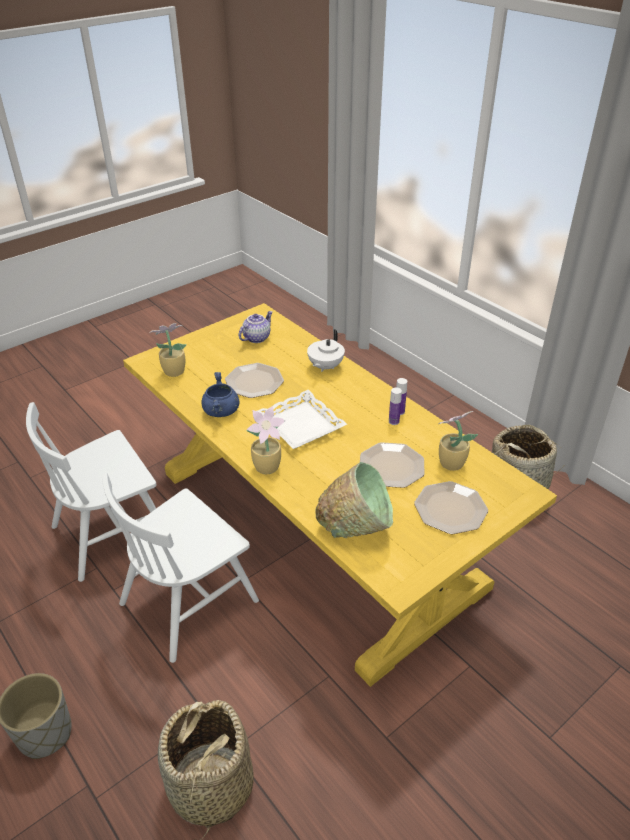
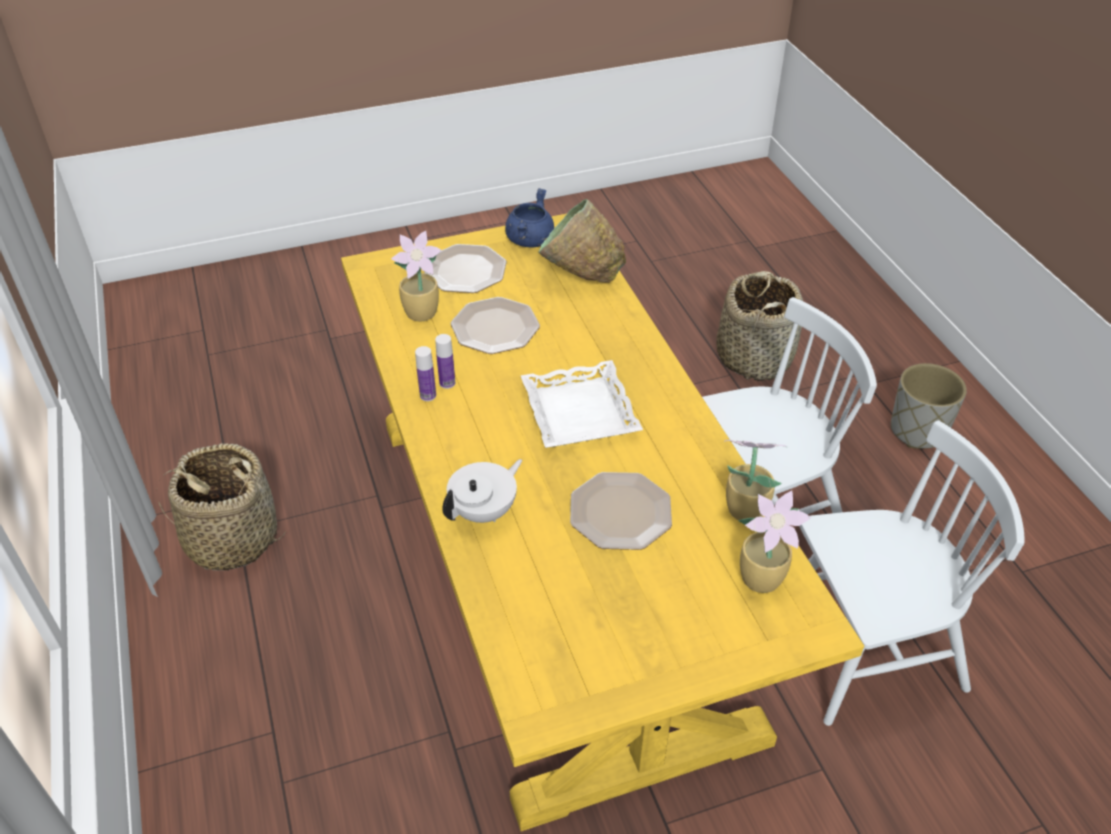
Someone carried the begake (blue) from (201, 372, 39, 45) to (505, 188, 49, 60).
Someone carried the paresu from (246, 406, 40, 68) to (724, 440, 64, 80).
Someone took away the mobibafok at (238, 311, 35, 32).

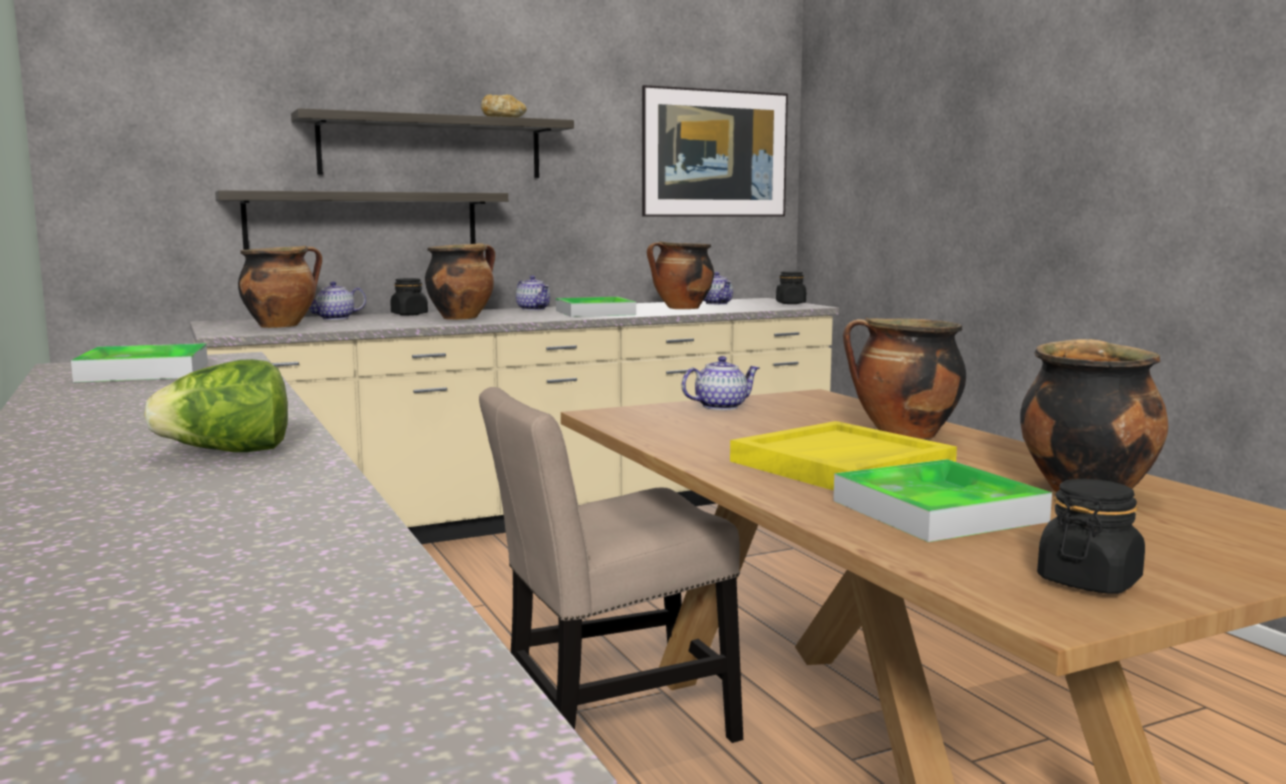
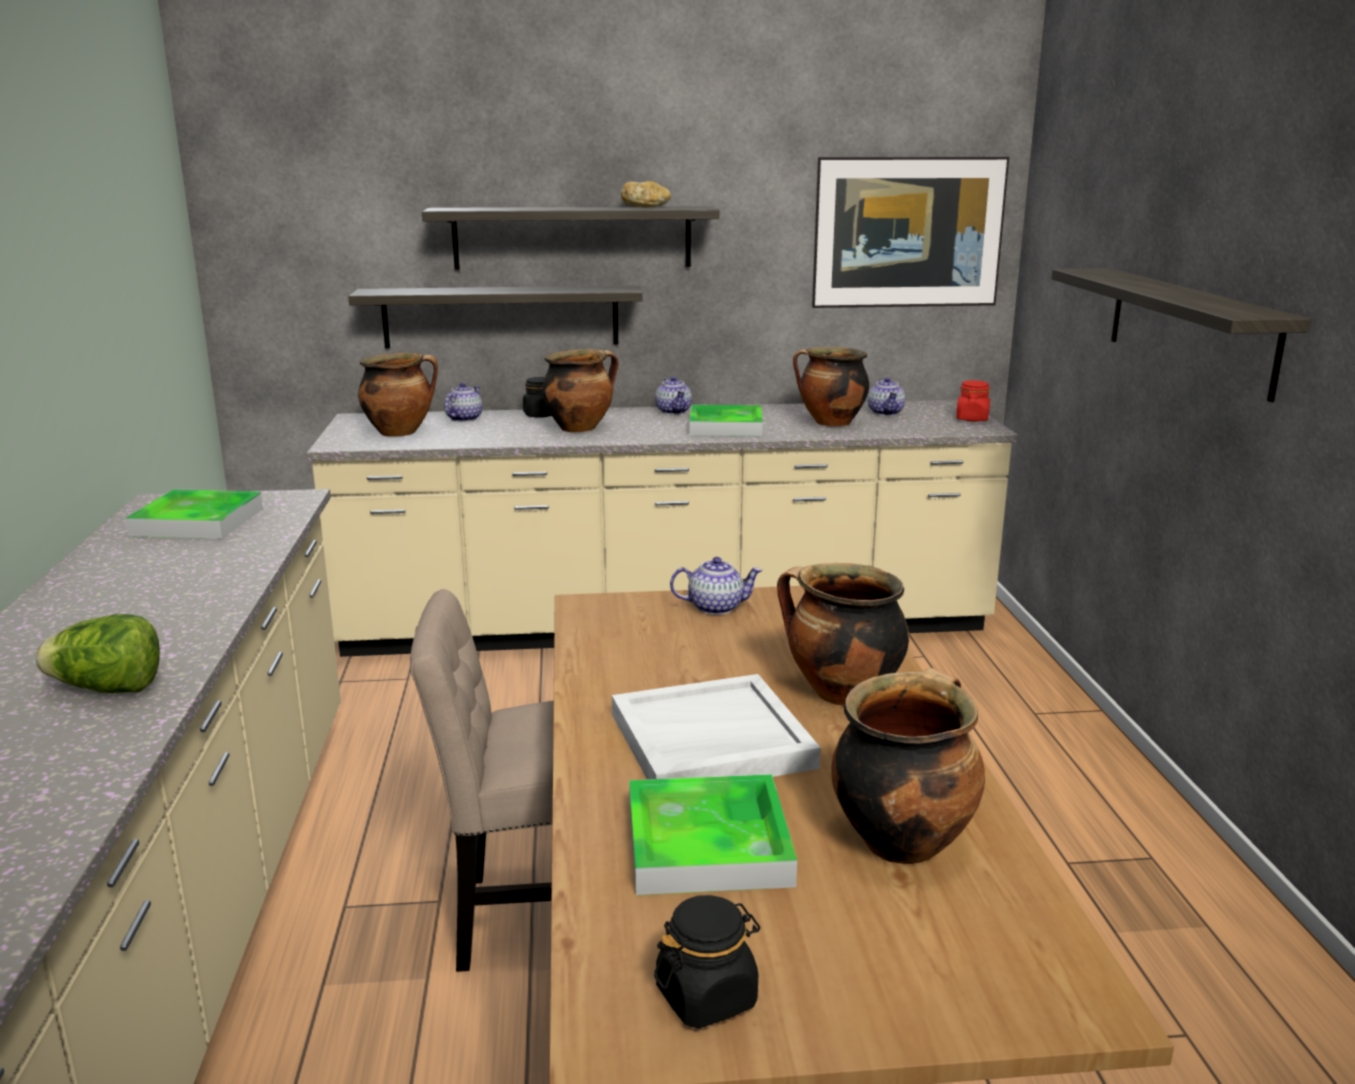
Someone rotated the mobibafok at (309, 281, 57, 39) by 120 degrees clockwise.
Someone repainted the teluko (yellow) at (730, 421, 227, 70), which became the teluko (white) at (612, 674, 209, 106).
Someone repainted the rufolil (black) at (776, 271, 30, 33), which became the rufolil (red) at (956, 380, 34, 42).
Someone put up the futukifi at (1052, 268, 258, 134).

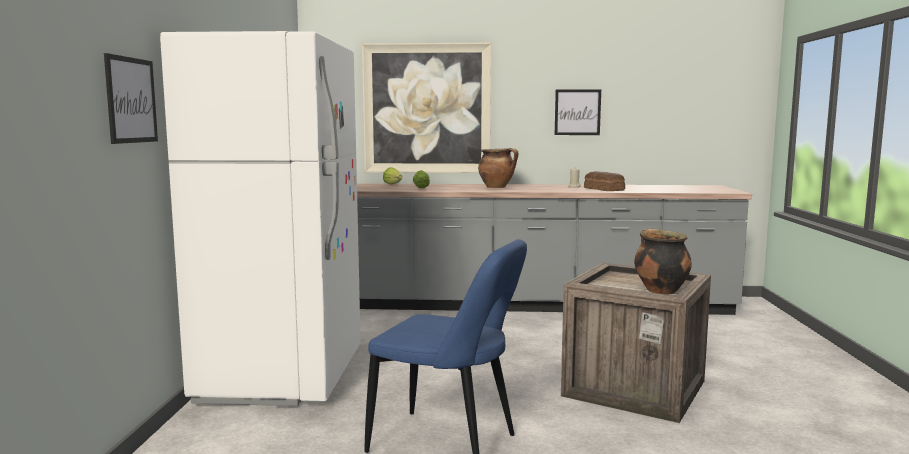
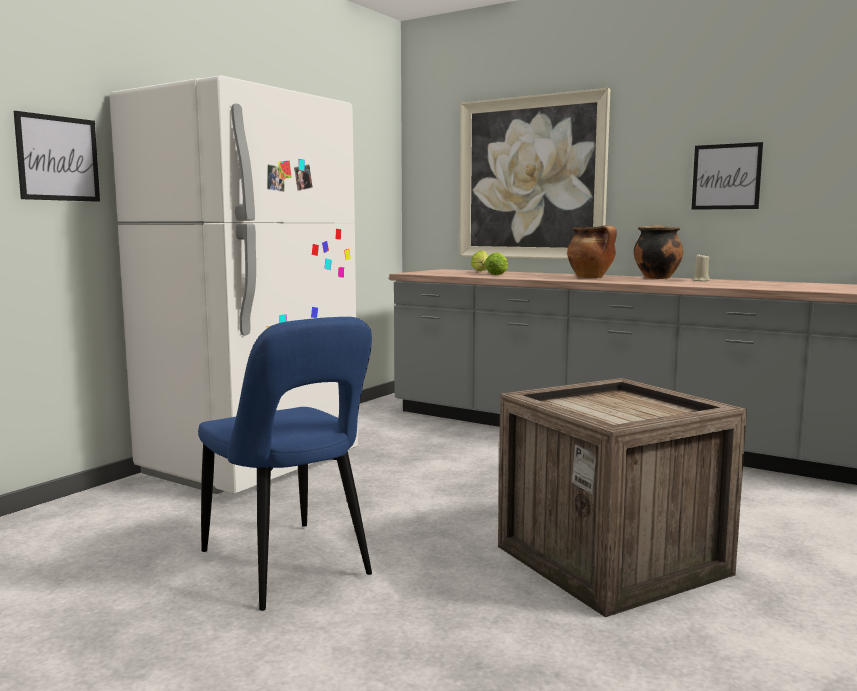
Someone carried the begake from (634, 229, 58, 66) to (634, 225, 49, 54).
Someone took away the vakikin at (584, 171, 41, 20).

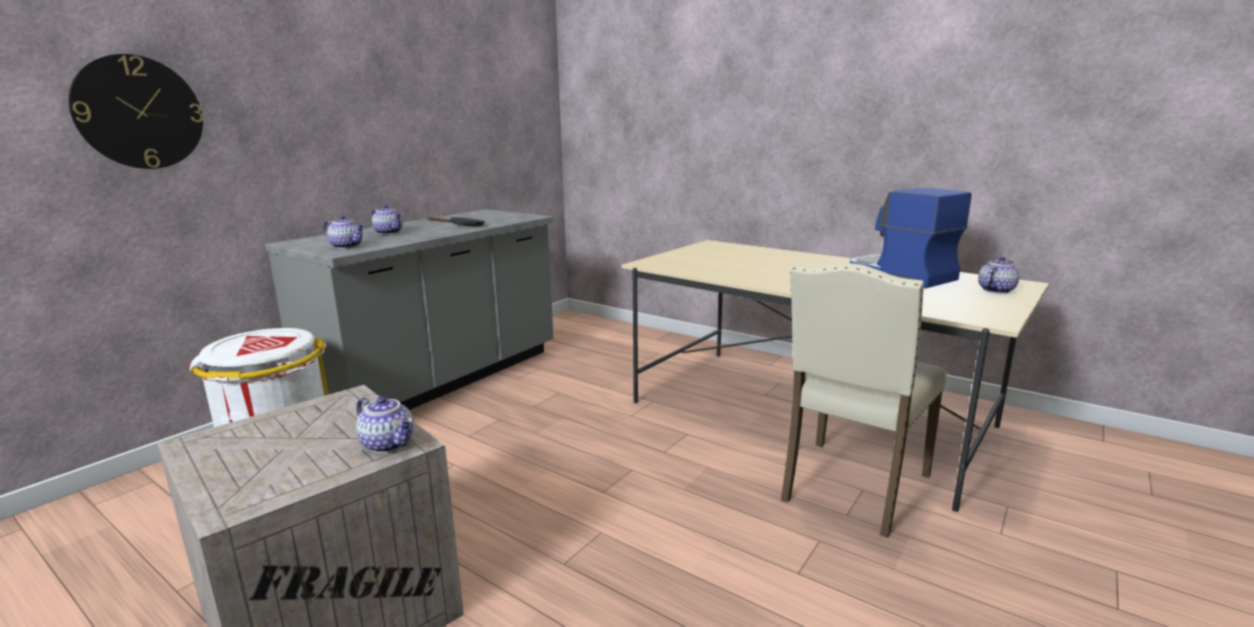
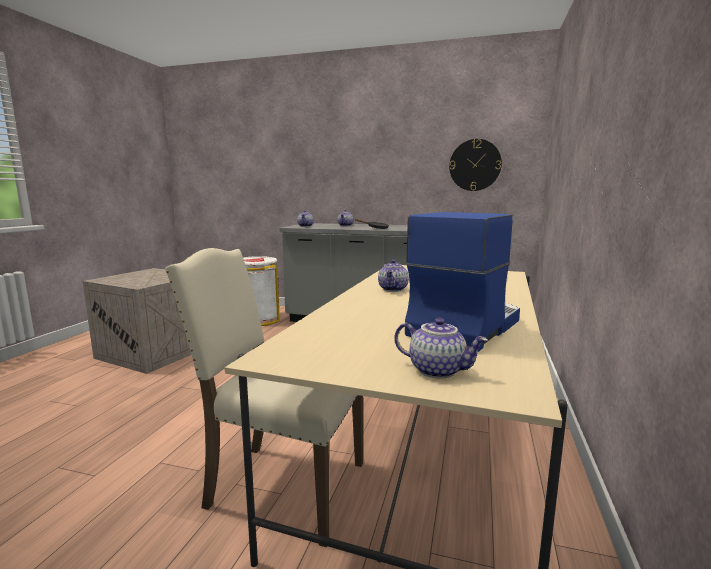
Someone carried the mobibafok from (356, 396, 57, 57) to (378, 260, 31, 32).
Someone carried the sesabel from (69, 54, 134, 115) to (449, 139, 53, 52).

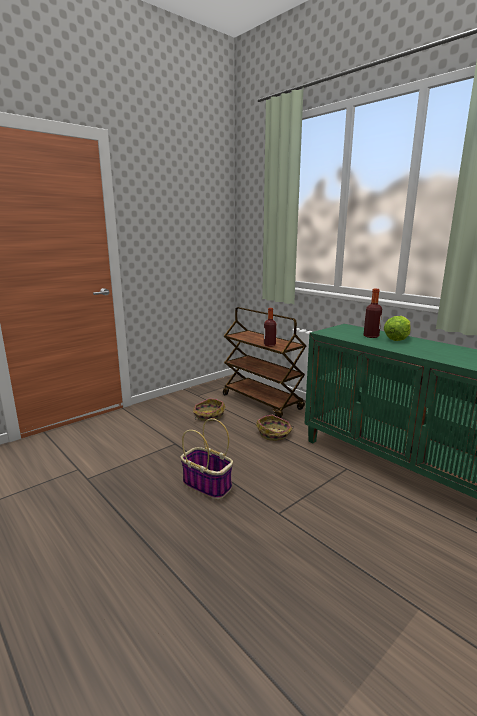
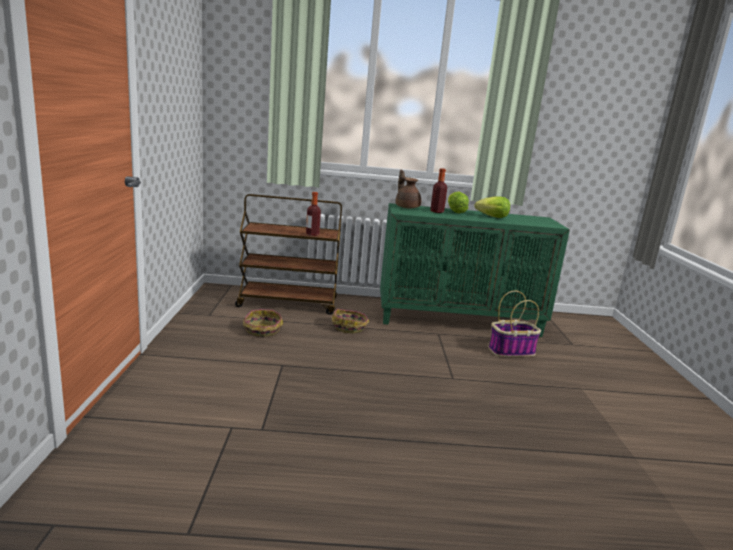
Someone put down the mobibafok (brown) at (395, 170, 26, 39).
Someone put down the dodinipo at (474, 196, 36, 22).
Someone carried the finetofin from (181, 418, 52, 81) to (489, 291, 52, 66).

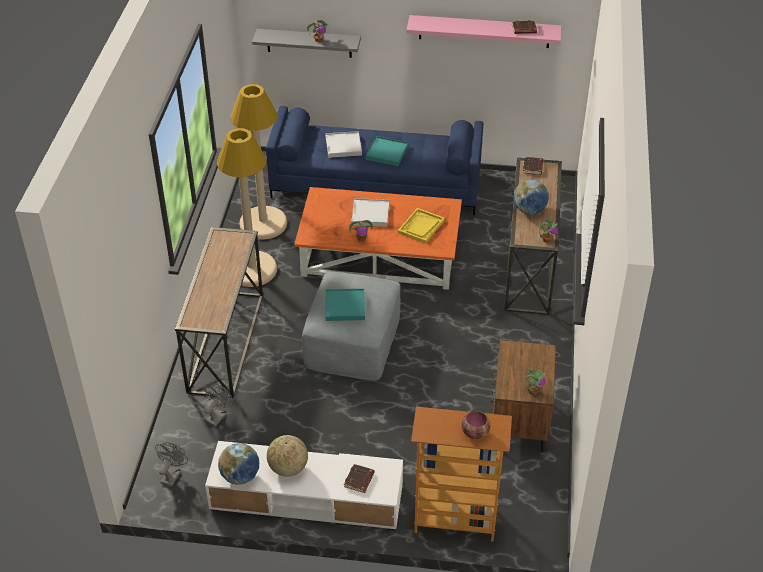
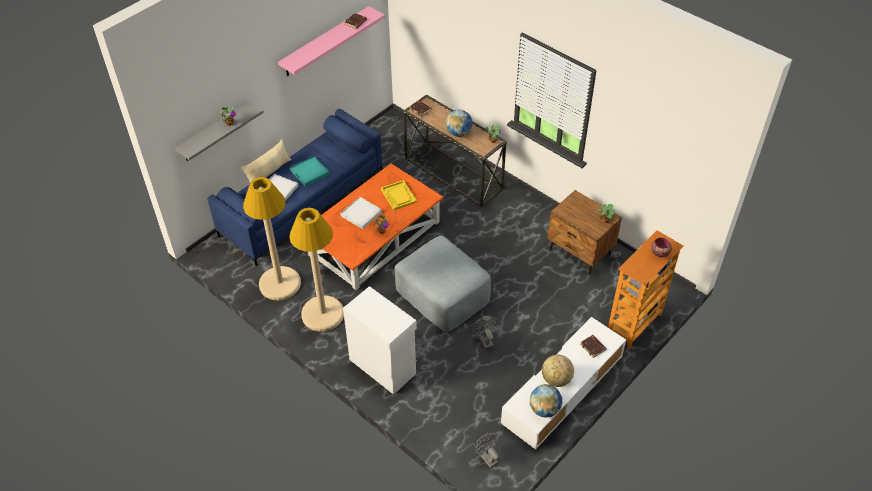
Someone put down the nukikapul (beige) at (241, 140, 50, 43).
Someone swapped the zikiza at (175, 227, 88, 171) for the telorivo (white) at (343, 286, 74, 109).
Someone carried the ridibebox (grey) from (204, 383, 29, 44) to (472, 316, 25, 33).
Someone took away the teluko (turquoise) at (325, 289, 40, 32).

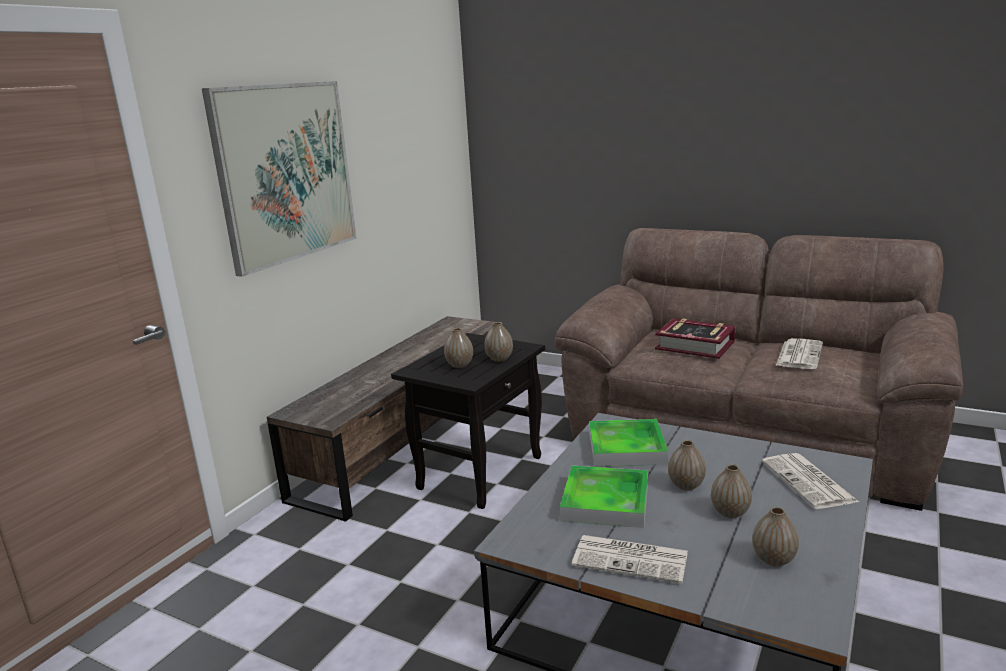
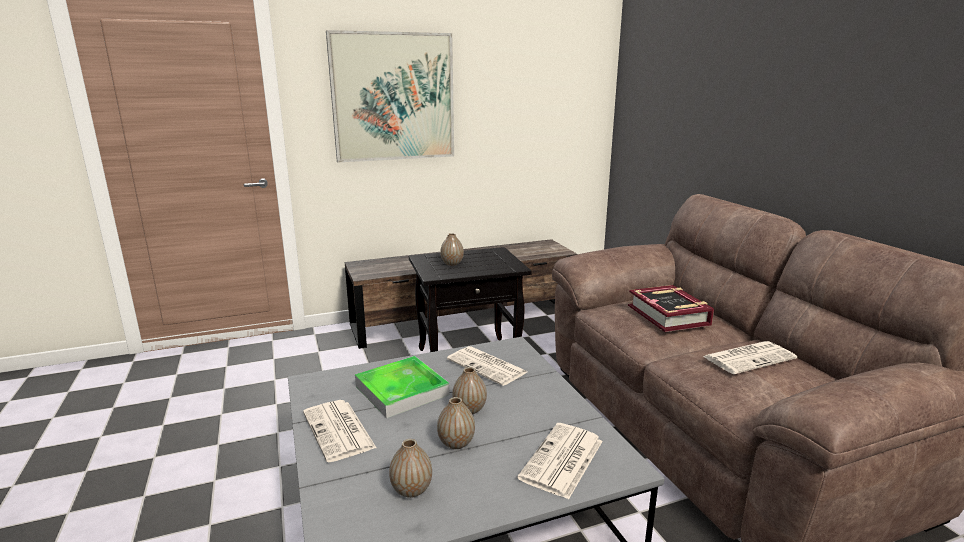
Someone swapped the teluko at (589, 419, 79, 48) for the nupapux at (447, 346, 80, 40).
Someone took away the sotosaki at (484, 322, 29, 40).

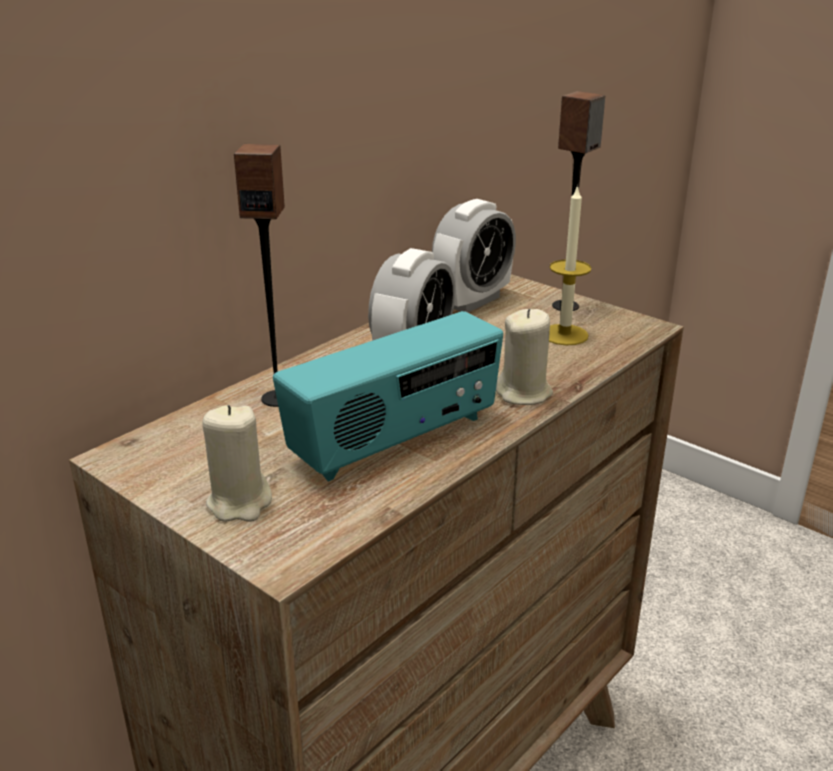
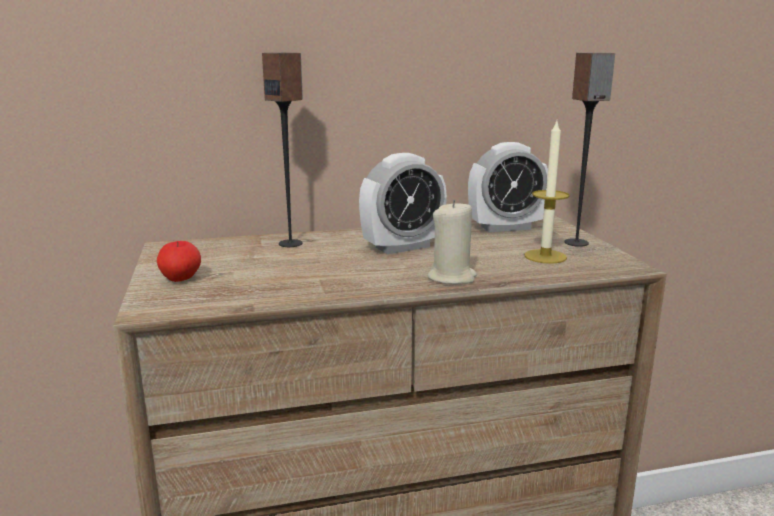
Someone swapped the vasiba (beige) at (202, 405, 70, 117) for the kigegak at (157, 241, 44, 41).
Someone took away the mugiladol at (273, 311, 230, 171).

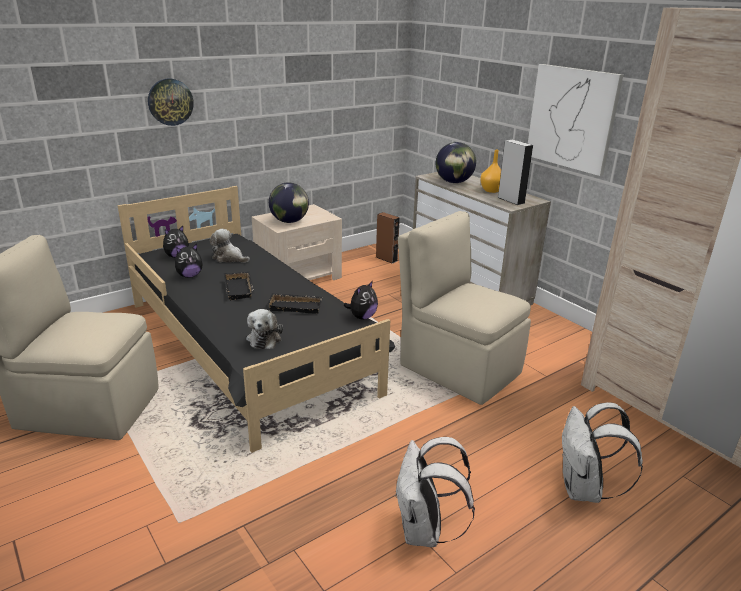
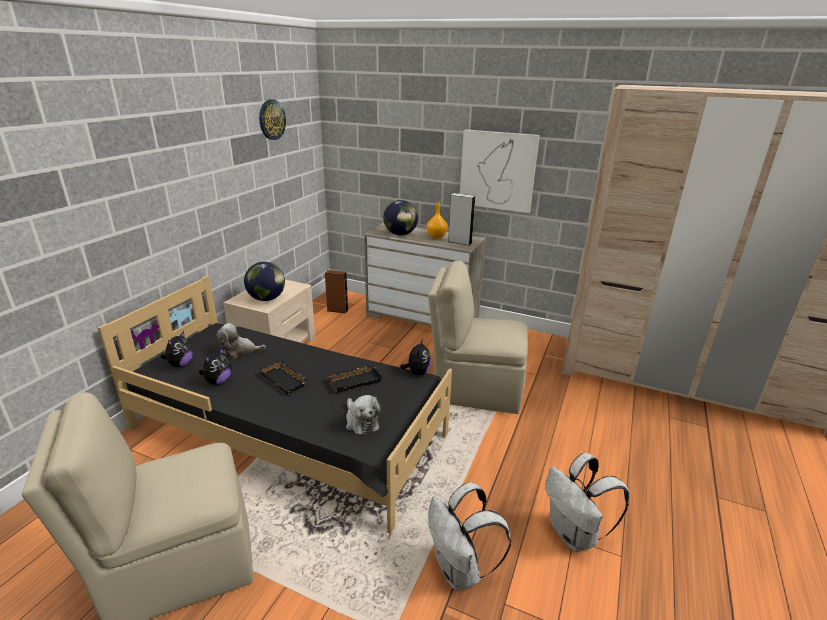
Someone carried the sesabel from (148, 78, 46, 48) to (259, 99, 27, 41).
Someone carried the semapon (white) from (562, 402, 81, 101) to (428, 482, 83, 108).

